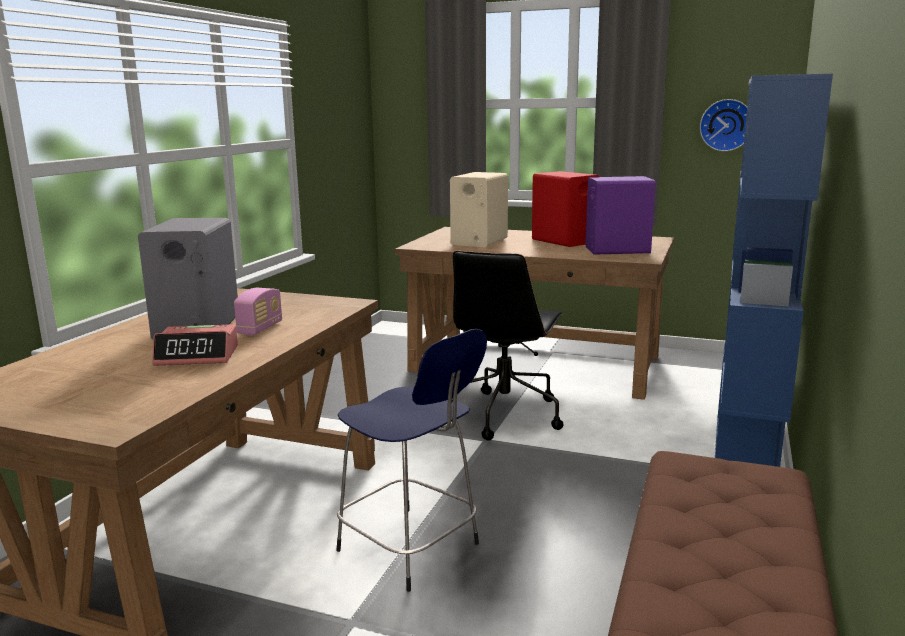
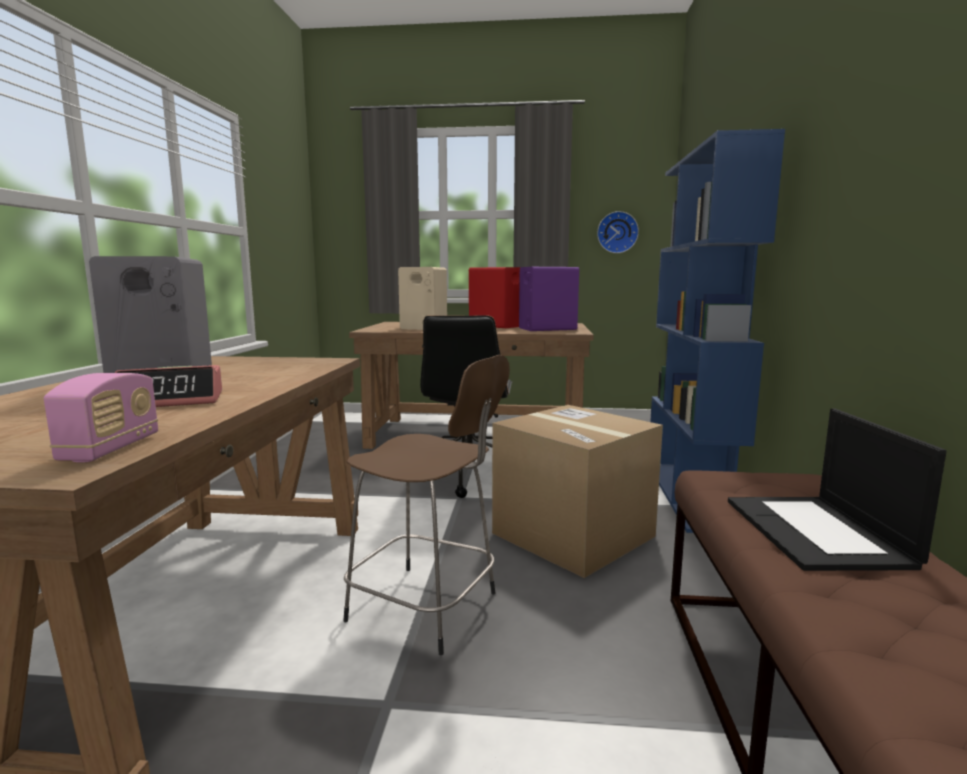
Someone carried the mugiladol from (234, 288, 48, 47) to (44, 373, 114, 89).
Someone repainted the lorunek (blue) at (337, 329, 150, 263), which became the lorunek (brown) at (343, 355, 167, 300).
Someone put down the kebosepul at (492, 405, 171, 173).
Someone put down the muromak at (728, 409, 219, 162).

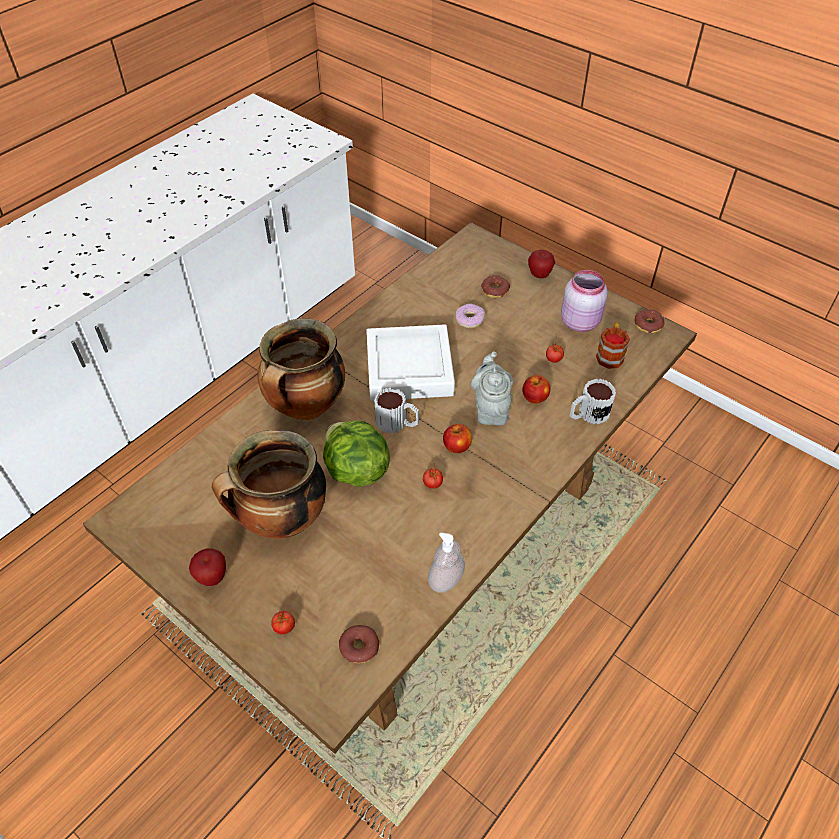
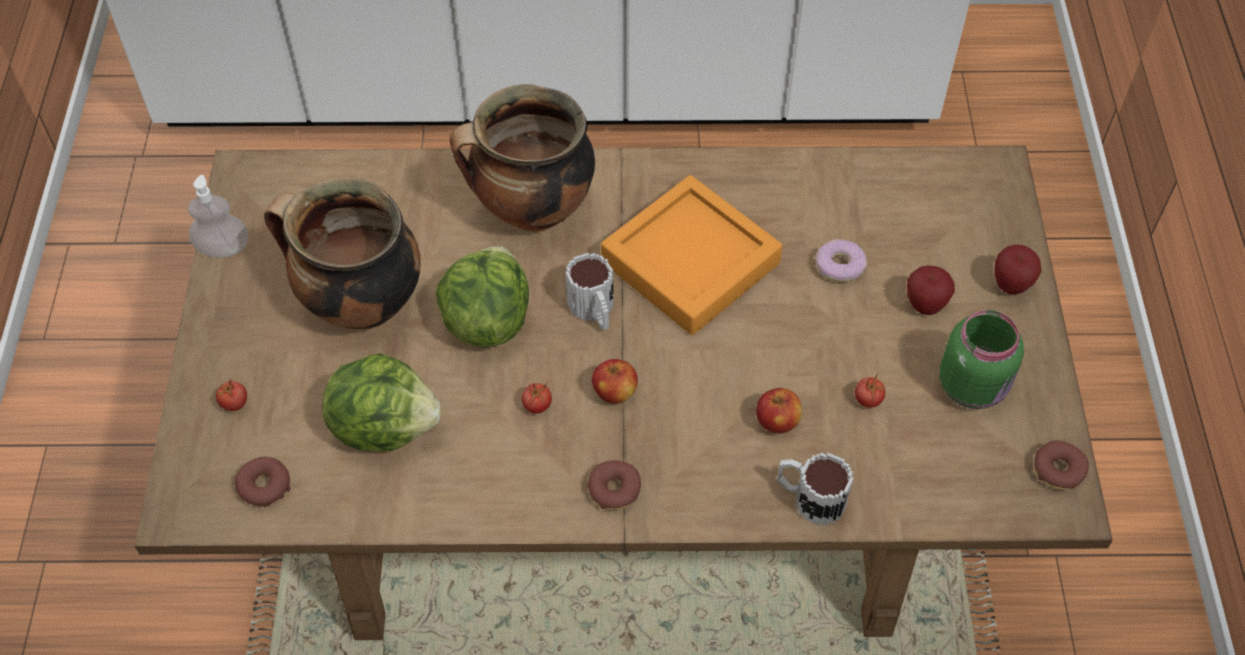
Someone carried the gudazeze from (428, 533, 37, 60) to (188, 175, 60, 83).
Someone put down the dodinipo at (322, 353, 119, 99).
Someone carried the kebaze from (481, 275, 29, 23) to (587, 460, 54, 50).
Someone repainted the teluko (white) at (366, 324, 89, 77), which became the teluko (orange) at (601, 175, 181, 160).
Someone carried the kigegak from (189, 548, 37, 38) to (907, 265, 48, 50).
Someone repainted the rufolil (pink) at (561, 270, 47, 62), which became the rufolil (green) at (939, 310, 85, 99).
Someone took away the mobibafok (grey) at (470, 351, 43, 74).
Someone took away the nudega at (596, 322, 34, 47).

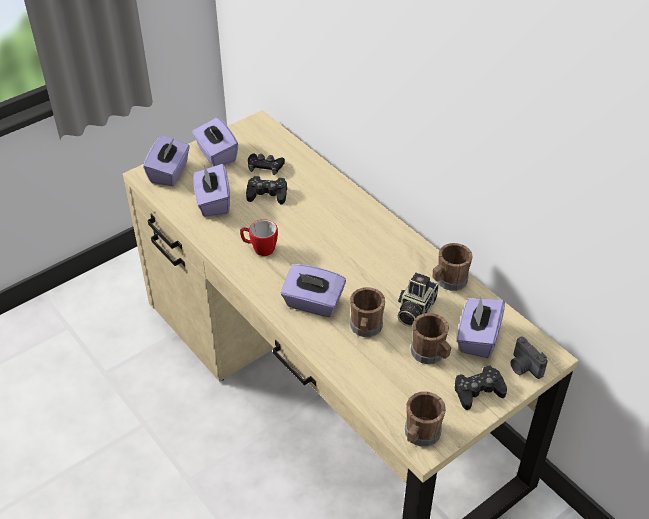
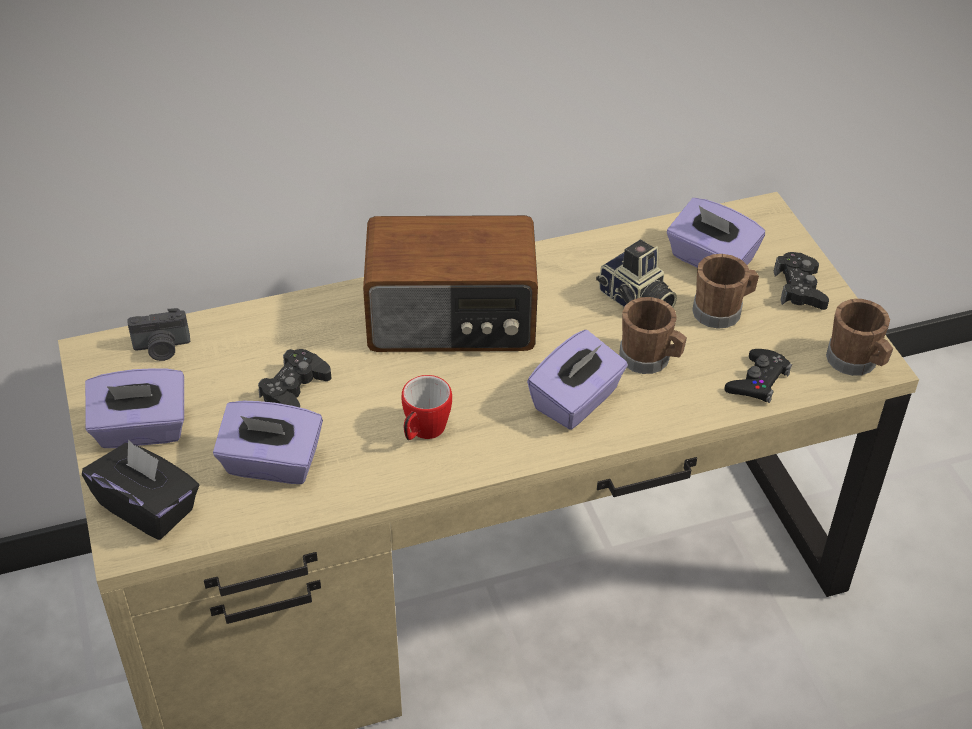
Someone repainted the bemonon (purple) at (143, 136, 47, 50), which became the bemonon (black) at (82, 439, 117, 101).
Someone carried the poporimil from (510, 337, 38, 42) to (128, 308, 62, 53).
Someone put down the mugiladol at (363, 215, 175, 137).
Someone carried the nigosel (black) from (248, 154, 37, 21) to (724, 349, 68, 54).
Someone took away the nudega (brown) at (432, 243, 40, 48).

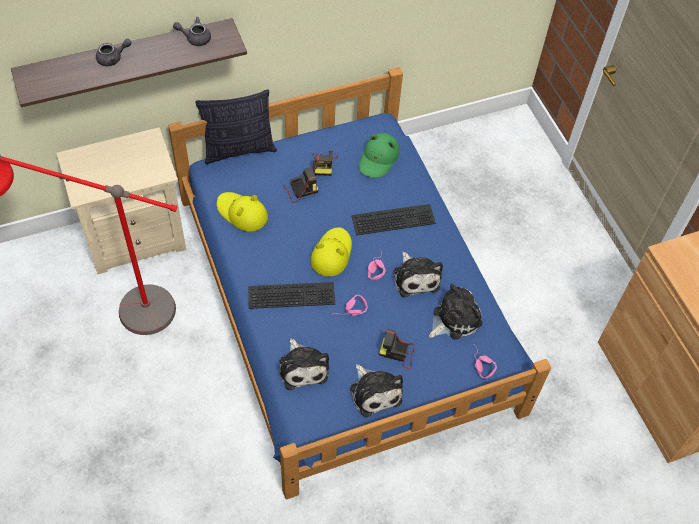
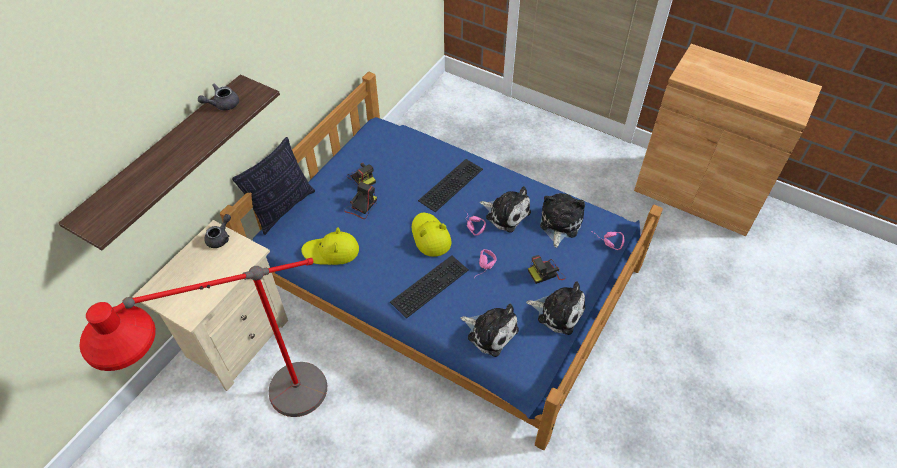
Someone carried the mobibafok (grey) from (96, 39, 35, 27) to (204, 214, 27, 34).
Someone took away the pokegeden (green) at (359, 133, 40, 45).

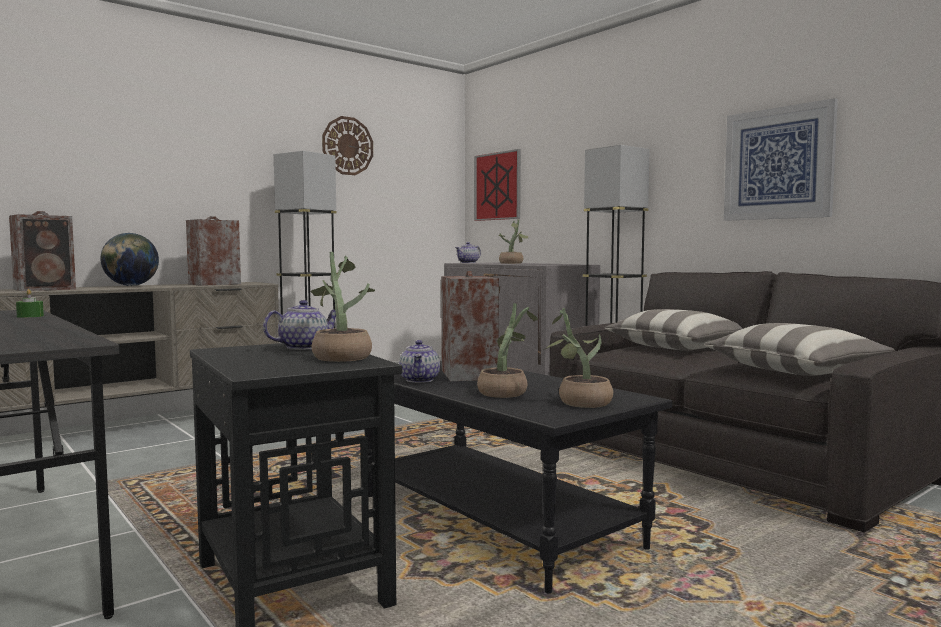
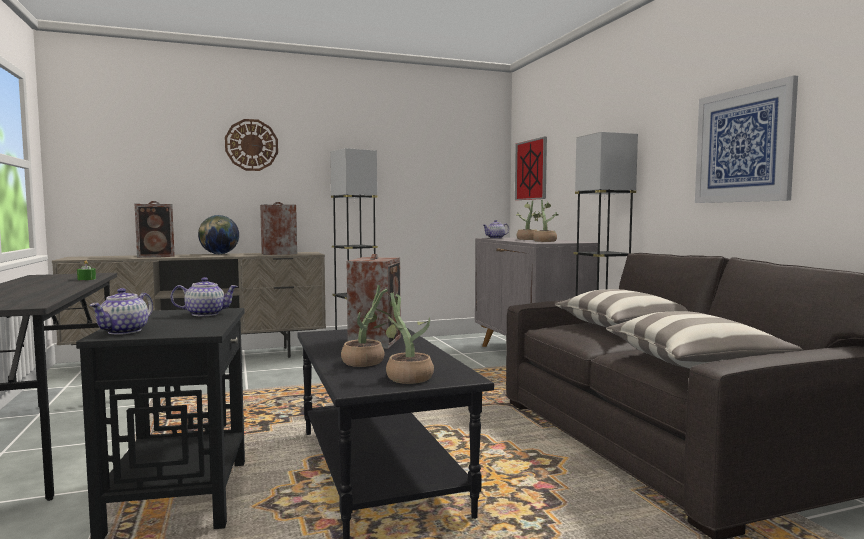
Someone carried the mobibafok from (399, 340, 41, 43) to (89, 288, 64, 47).
Someone carried the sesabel from (322, 116, 51, 59) to (225, 119, 53, 52).
Someone carried the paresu from (310, 252, 65, 110) to (533, 200, 26, 42).

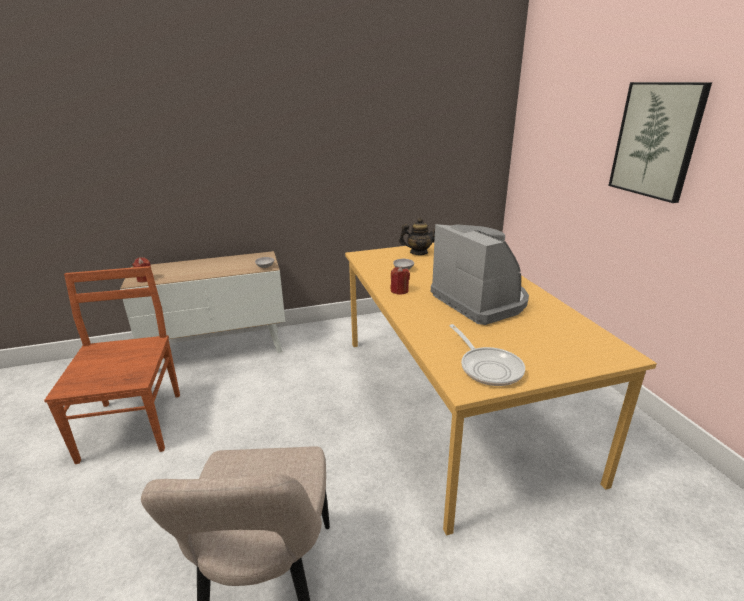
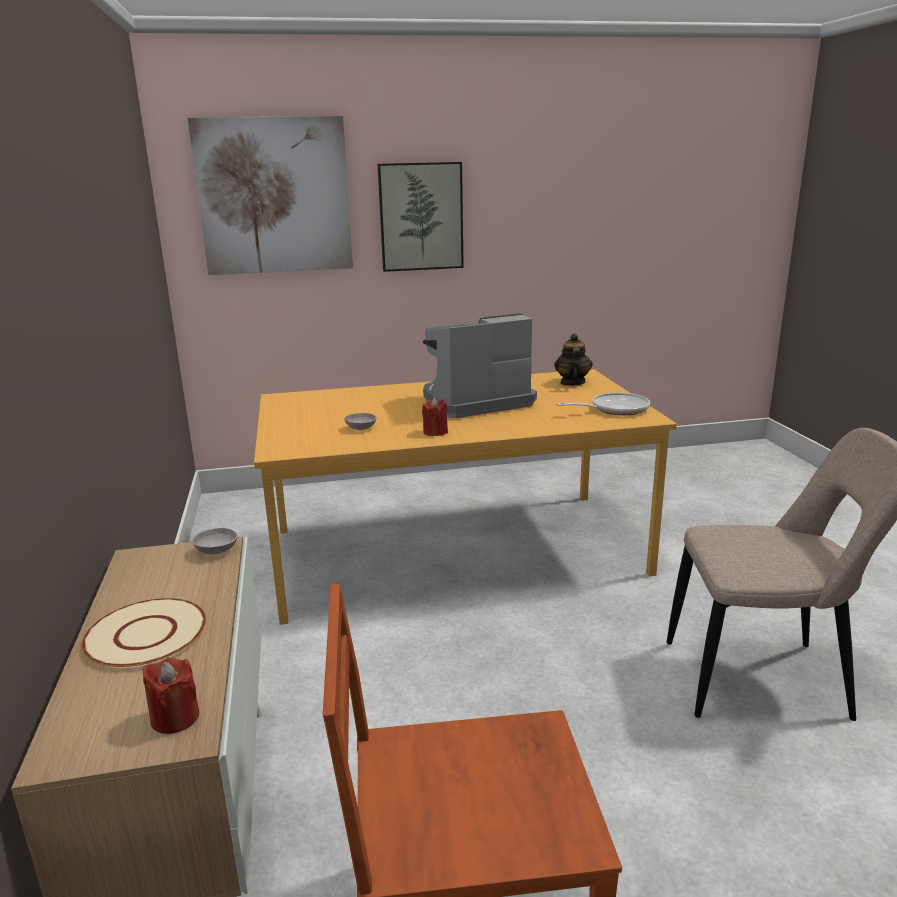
Someone put down the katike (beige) at (82, 598, 124, 70).
Someone put up the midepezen at (188, 116, 165, 159).
Someone carried the mobibafok from (399, 217, 36, 38) to (554, 333, 39, 53).

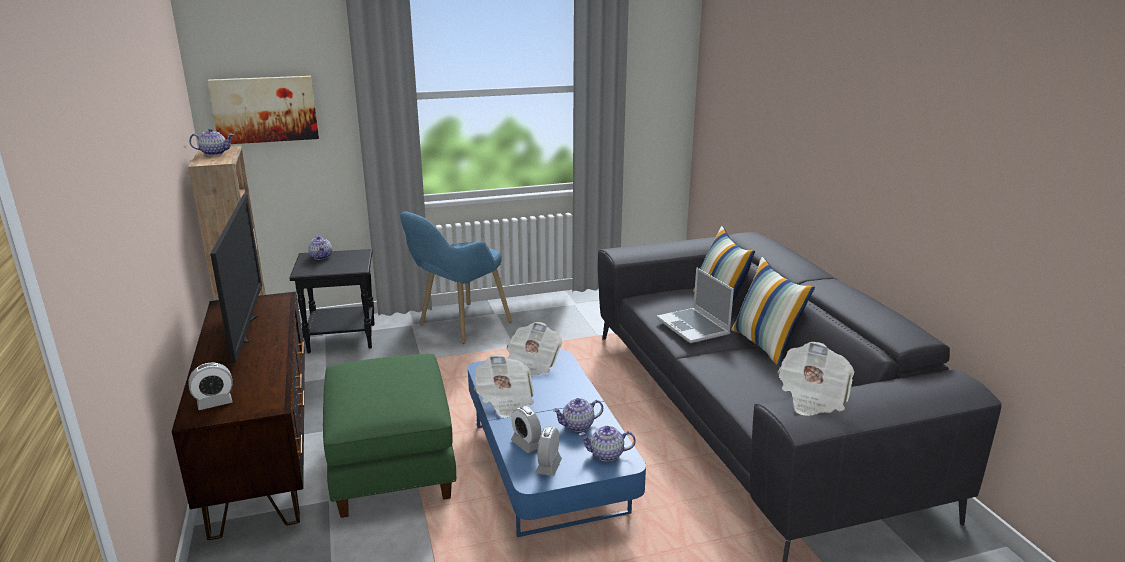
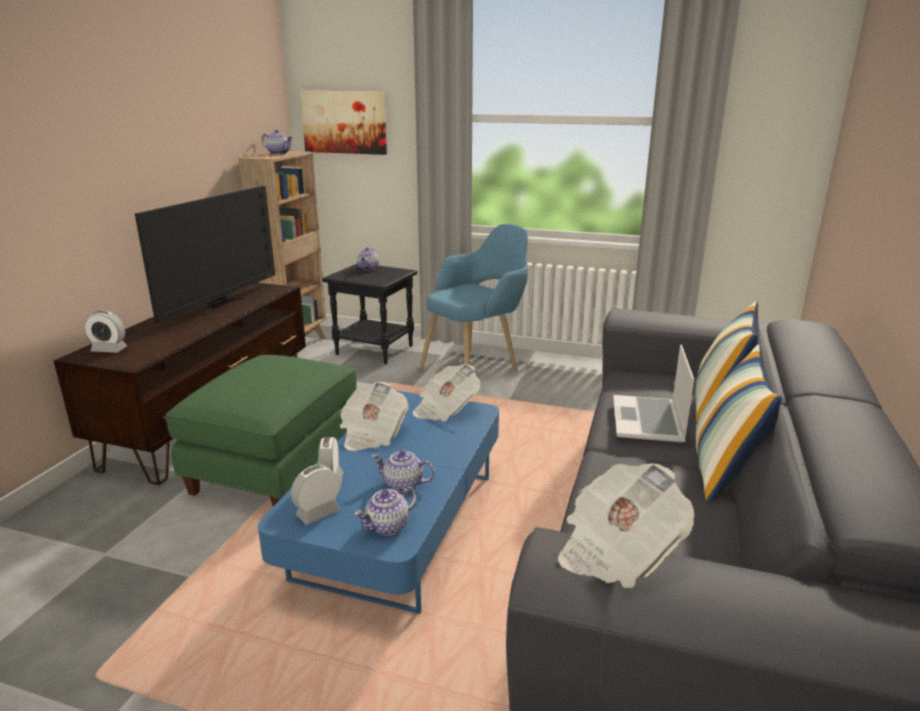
Someone rotated the mobibafok at (579, 426, 57, 36) by 75 degrees counterclockwise.
Someone rotated the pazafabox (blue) at (400, 212, 112, 132) by 150 degrees clockwise.

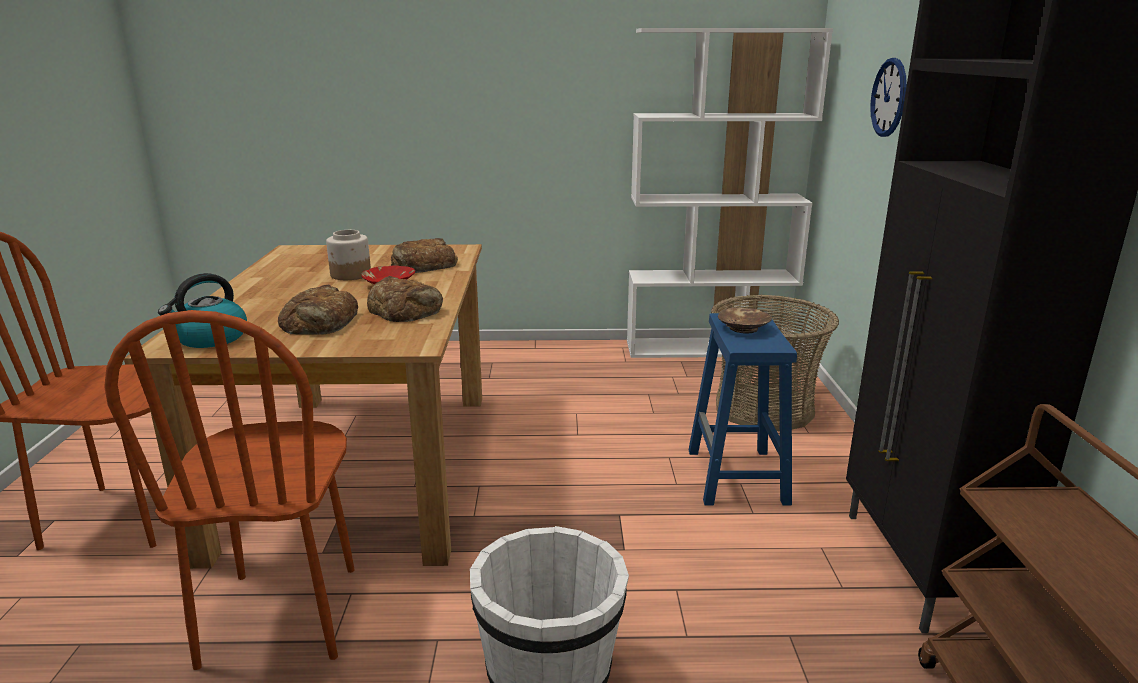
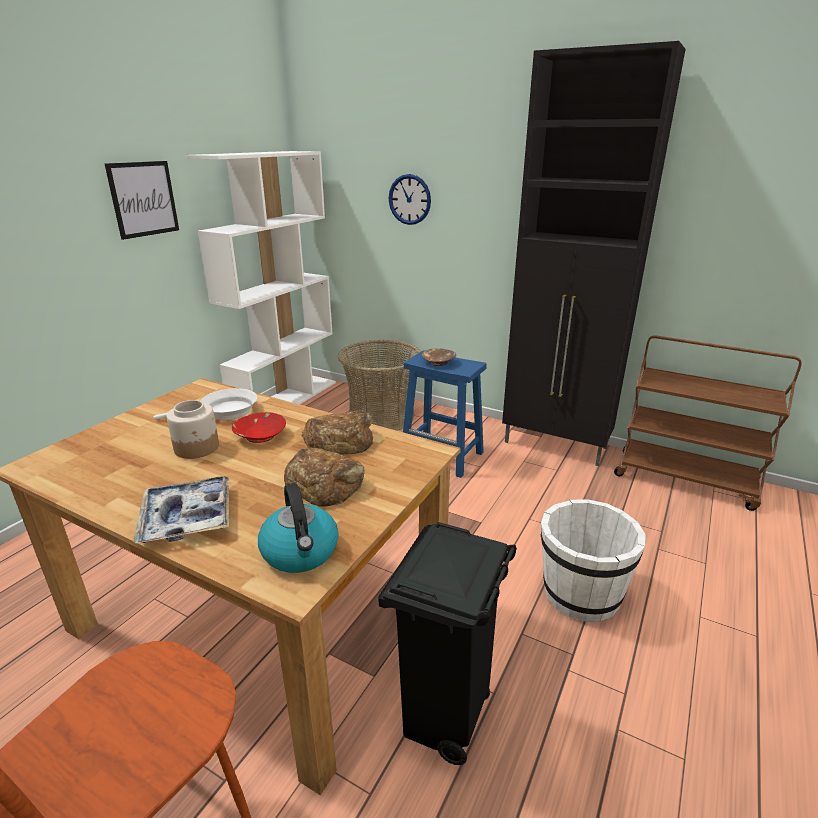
Someone put up the midepezen at (105, 161, 74, 79).
Someone put down the teluko at (133, 476, 96, 68).
Someone swapped the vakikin at (391, 238, 67, 35) for the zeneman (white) at (154, 388, 103, 32).
Someone swapped the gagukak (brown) at (104, 310, 251, 360) for the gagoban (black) at (378, 522, 139, 243).

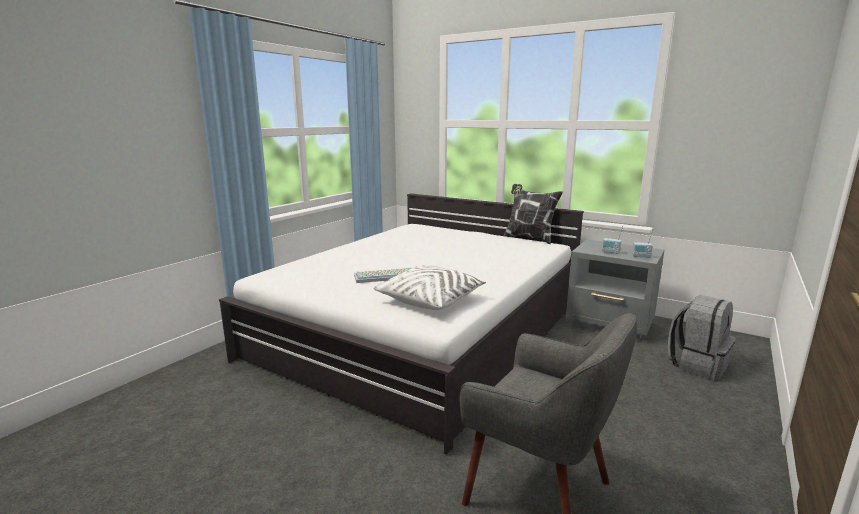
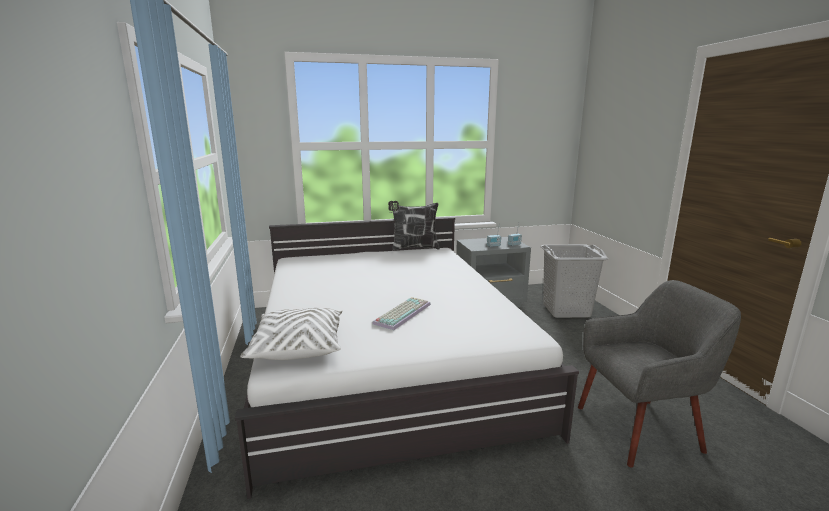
Someone carried the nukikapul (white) from (374, 265, 112, 45) to (240, 308, 102, 52).
Someone swapped the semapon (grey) at (668, 295, 67, 85) for the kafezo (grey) at (540, 245, 68, 73).

